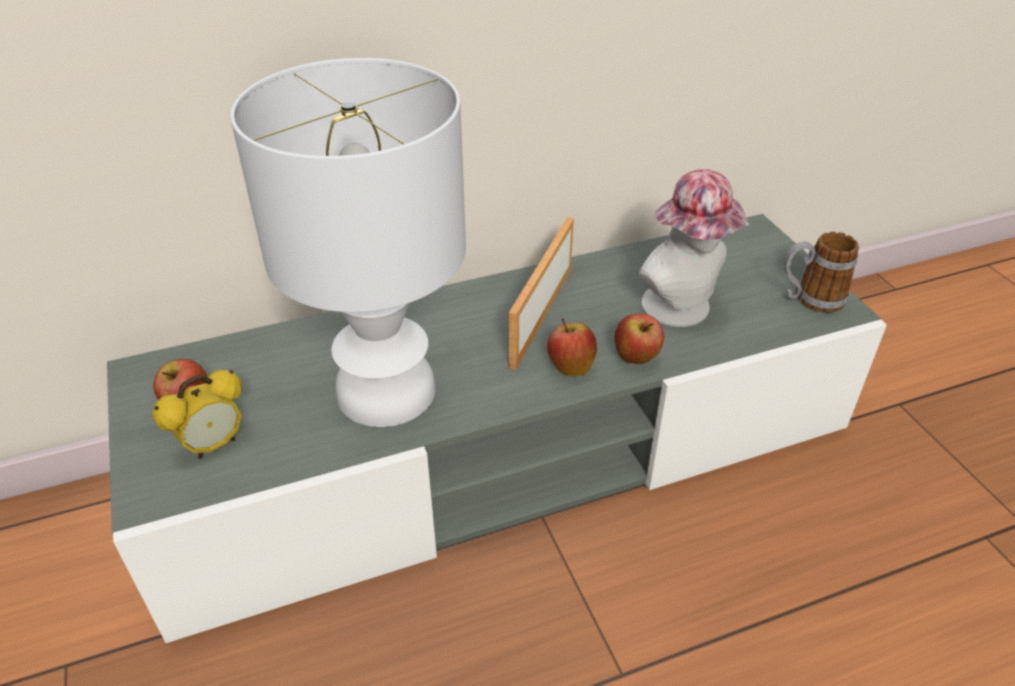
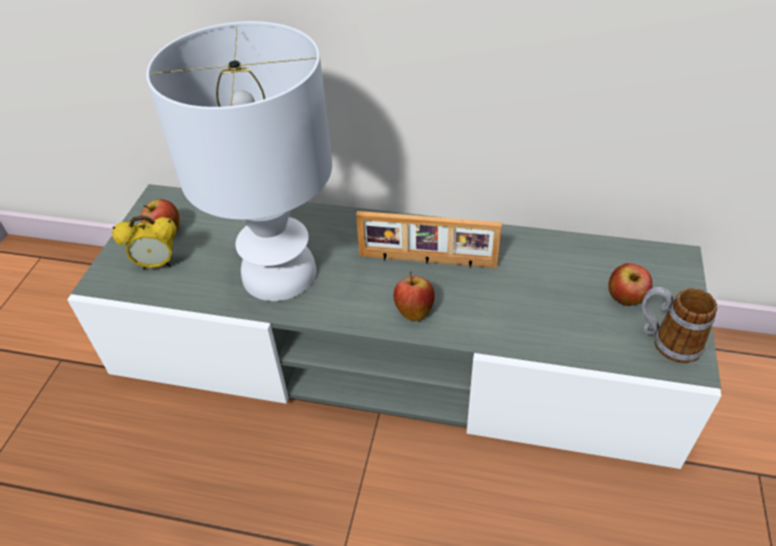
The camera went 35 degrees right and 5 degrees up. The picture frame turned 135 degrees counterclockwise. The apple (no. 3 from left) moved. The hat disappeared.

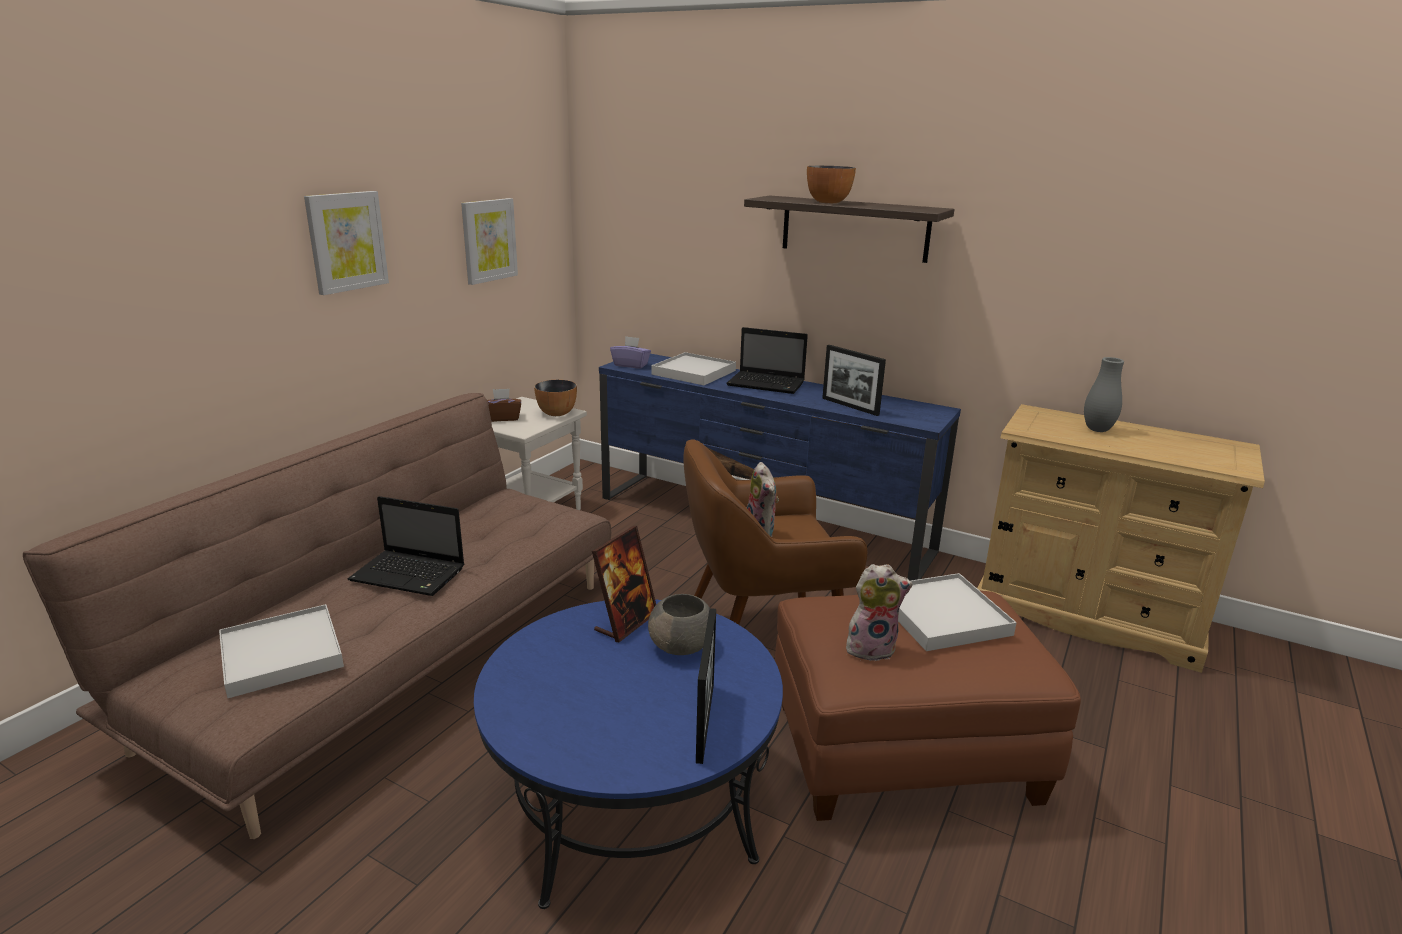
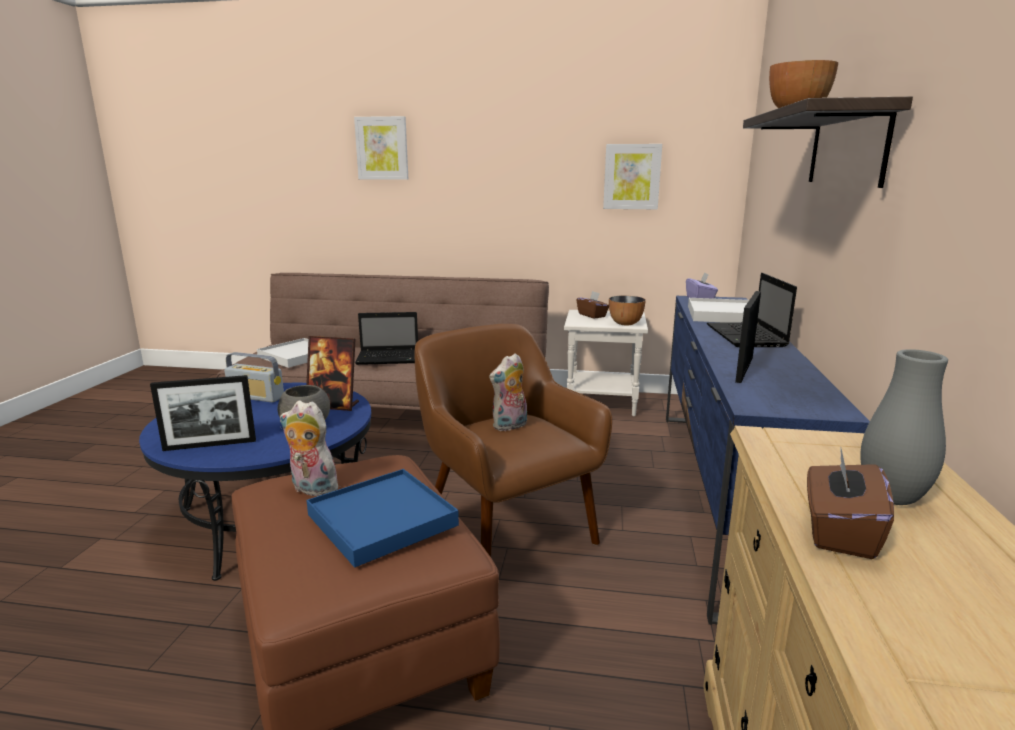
The camera went 70 degrees right and 5 degrees down. The radio appeared. The plush toy (no. 2 from left in the first image) turned 135 degrees clockwise. The white tray (no. 3 from left) became the blue tray. The picture (no. 1 from left) moved. The laptop (no. 1 from left) turned 90 degrees counterclockwise. The brown tissue box (no. 2 from left) appeared.

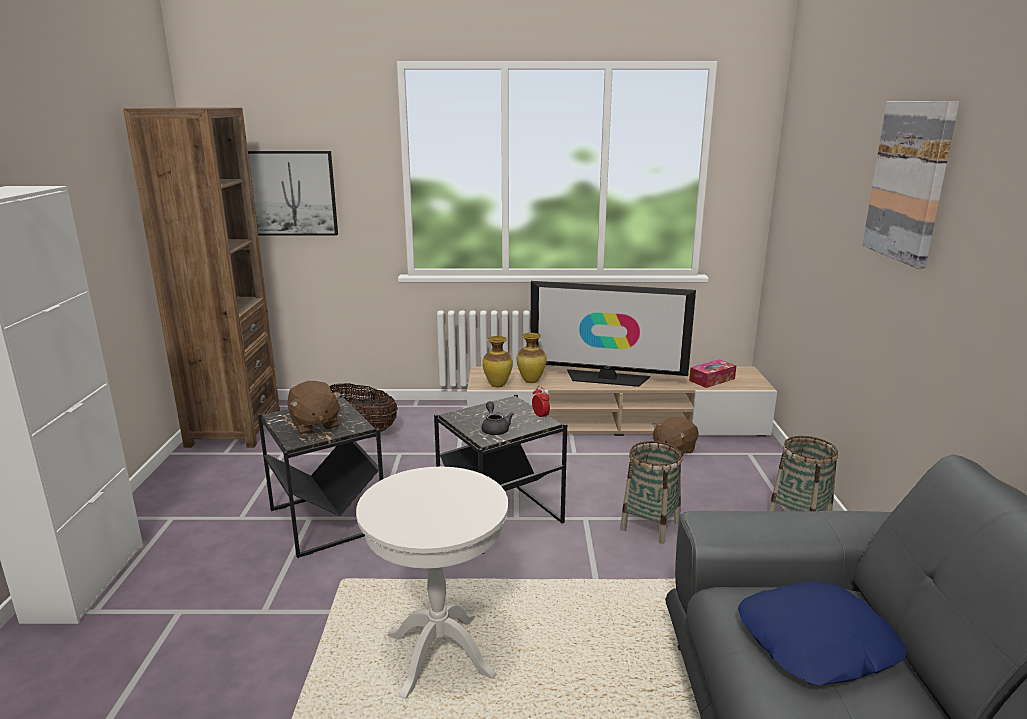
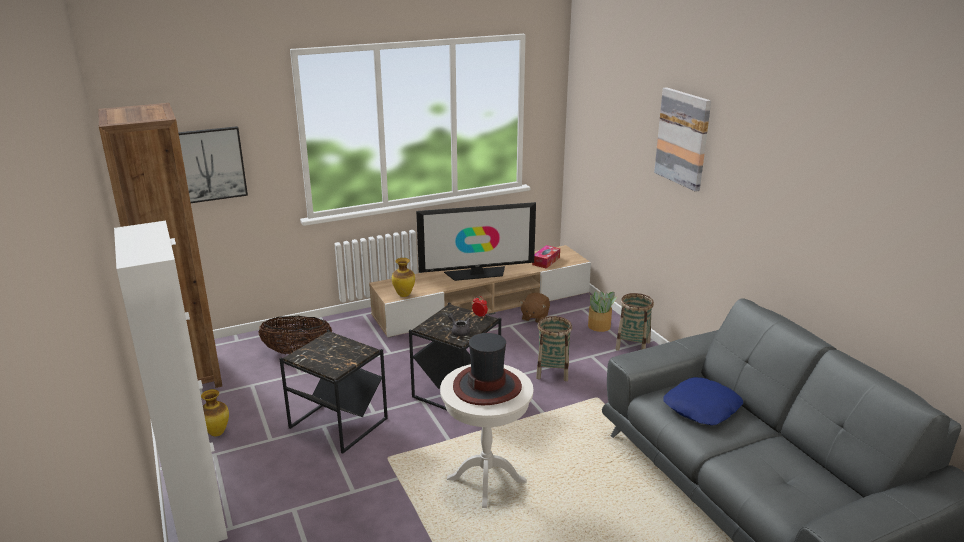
The camera went 25 degrees left and 5 degrees up. The vase (no. 2 from left in the first image) moved. The hat appeared. The potted plant appeared. The brown plush toy (no. 1 from left) disappeared.

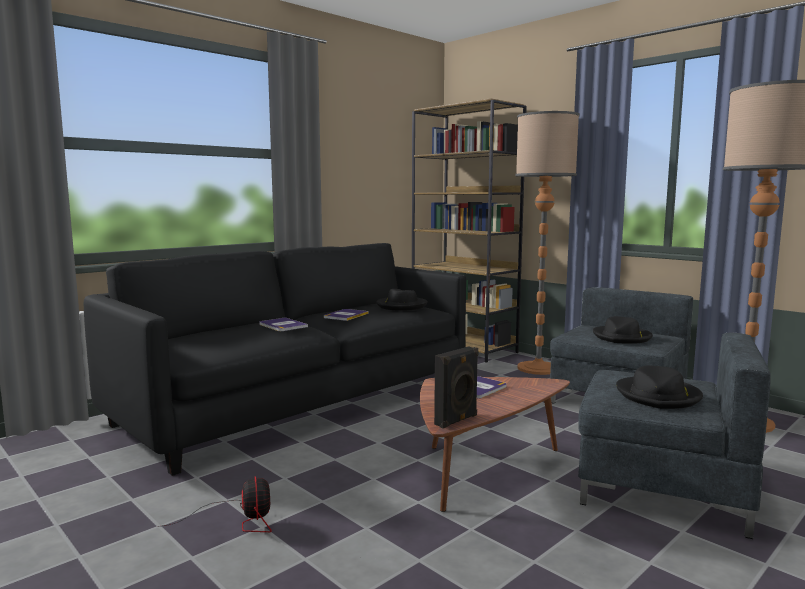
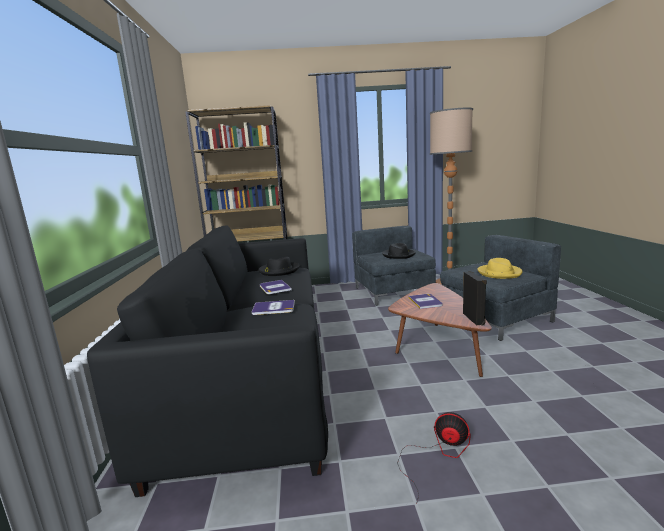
The camera went 50 degrees left and 5 degrees up. The black hat (no. 3 from left) became the yellow hat. The floor lamp (no. 1 from left) disappeared.

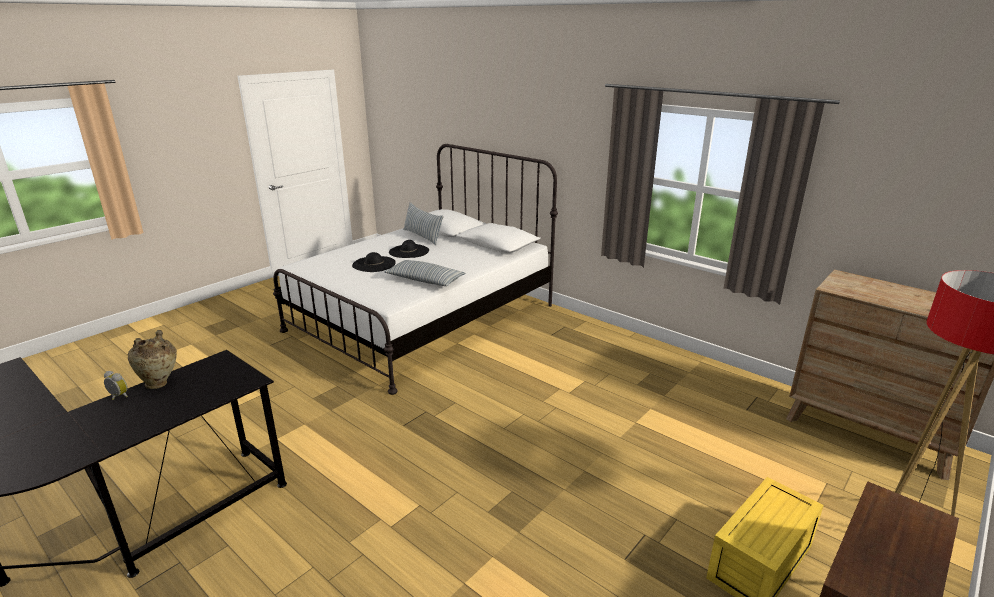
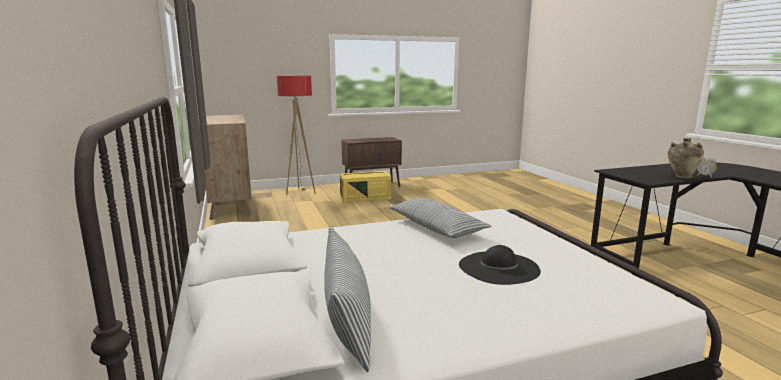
The camera went 150 degrees left and 10 degrees down. The black hat (no. 2 from left) disappeared.

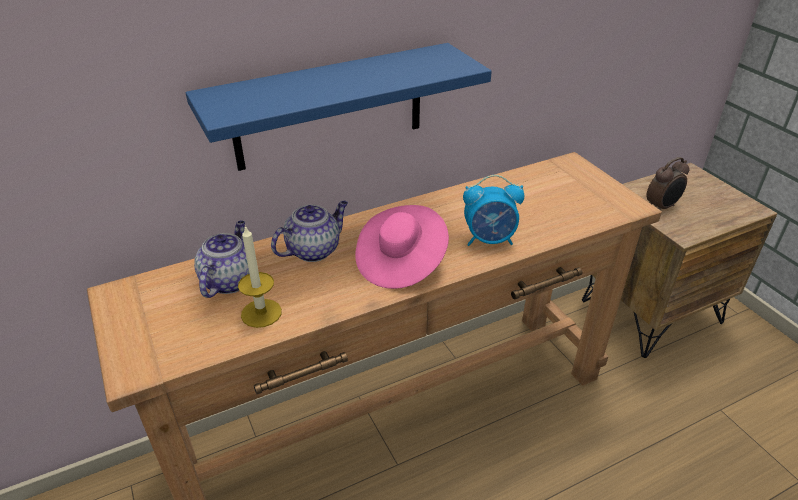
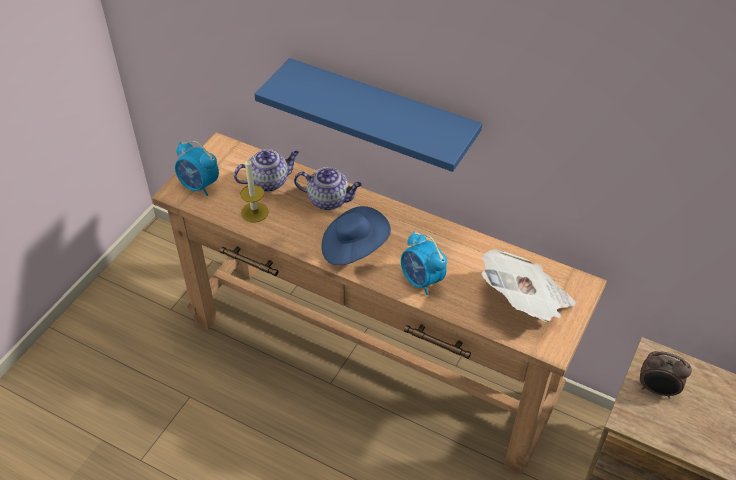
The camera went 55 degrees right and 10 degrees up. The alarm clock (no. 1 from left) appeared. The pink hat became the blue hat. The newspaper appeared.

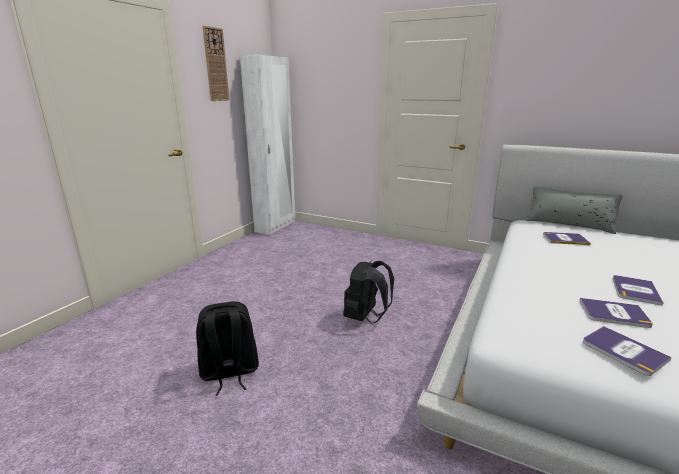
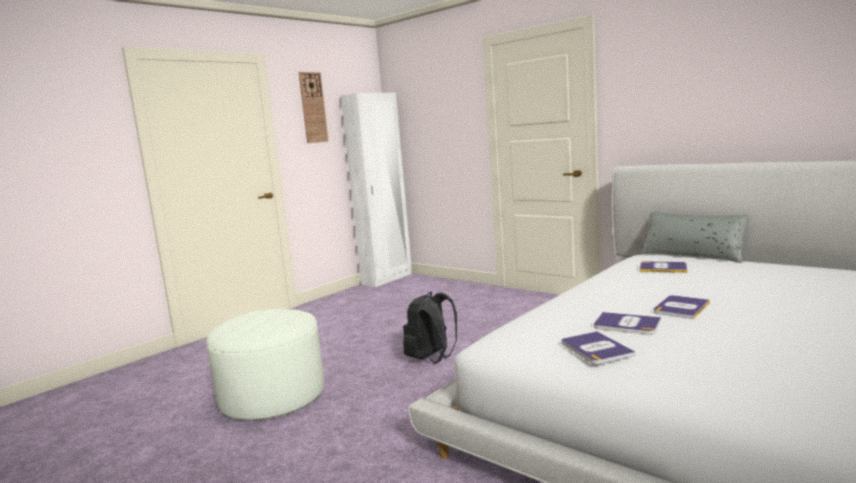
The camera went 15 degrees right and 10 degrees down. The black backpack (no. 1 from left) was replaced by the white ottoman.

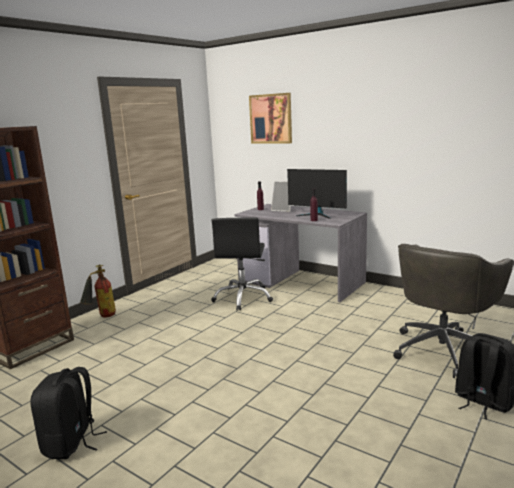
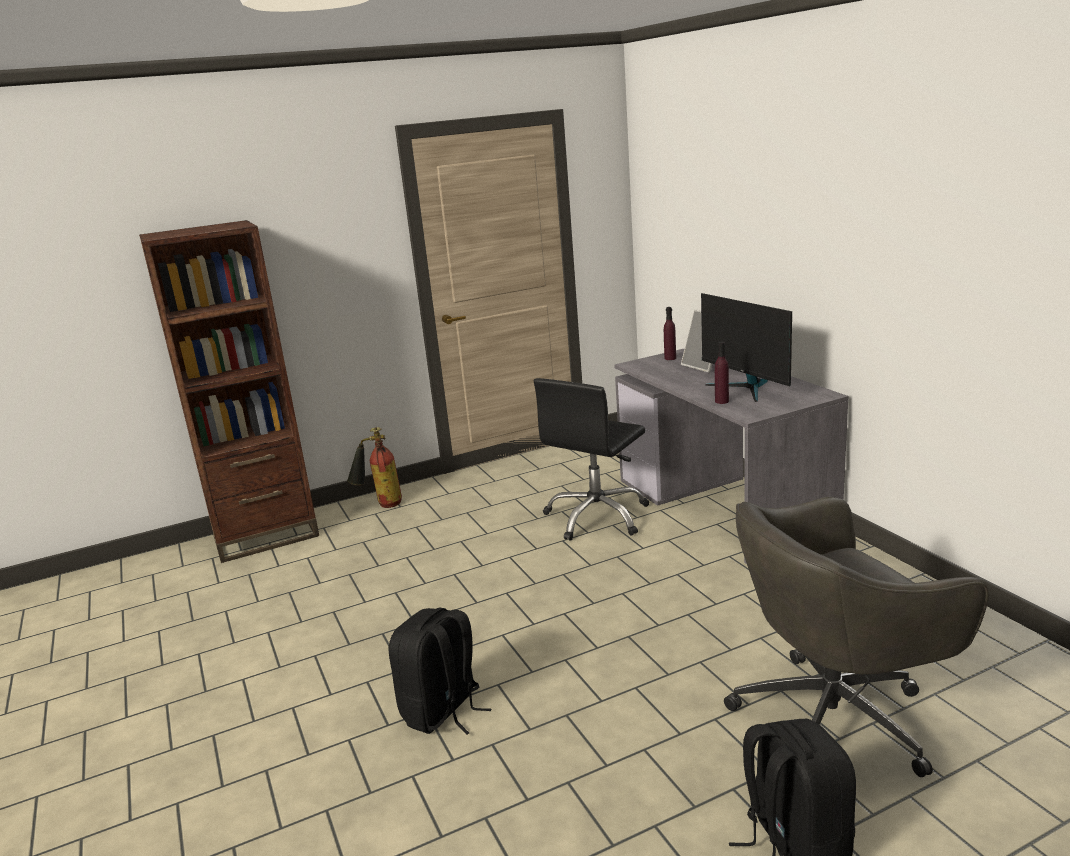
The camera went 30 degrees right and 5 degrees up. The black backpack (no. 1 from left) moved. The picture disappeared.

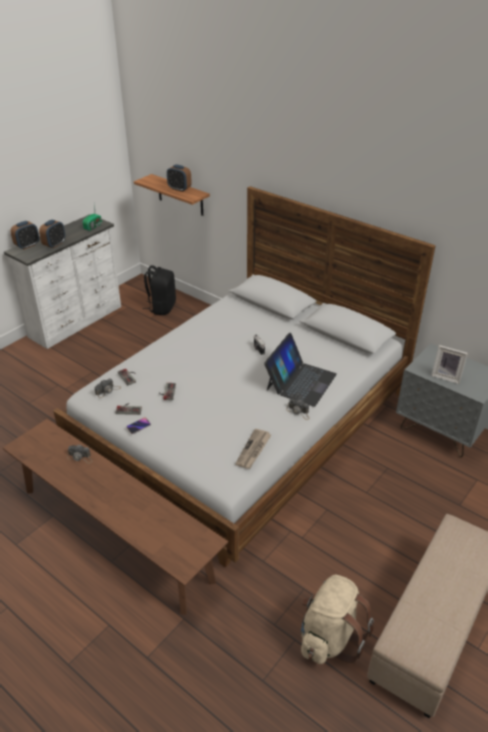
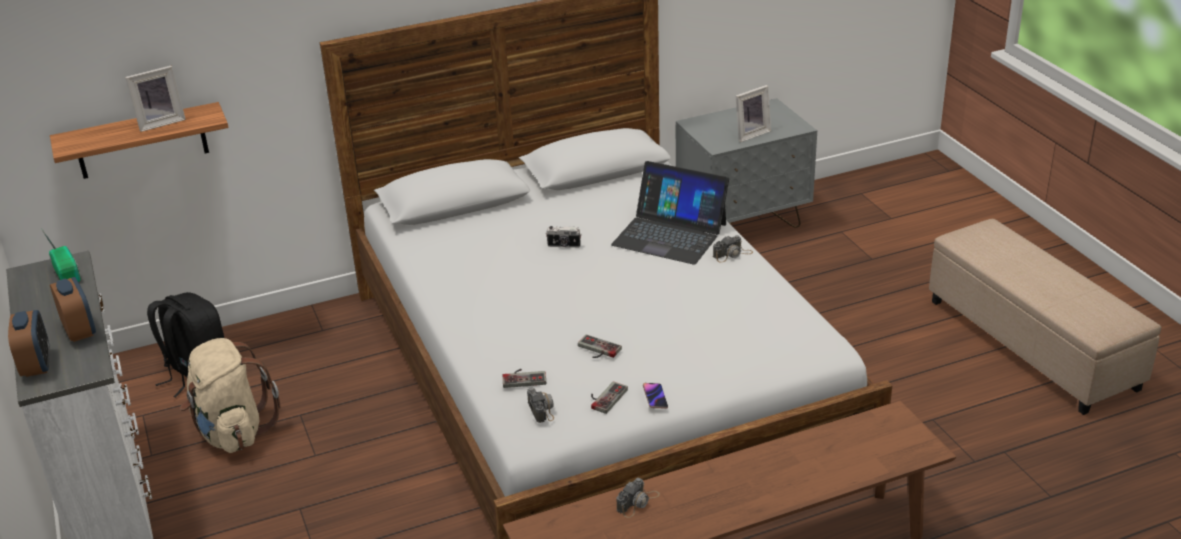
The camera went 60 degrees left and 5 degrees down. The alarm clock (no. 3 from left) was replaced by the picture frame (no. 1 from left). The beige backpack moved. The laptop turned 150 degrees clockwise. The newspaper disappeared.

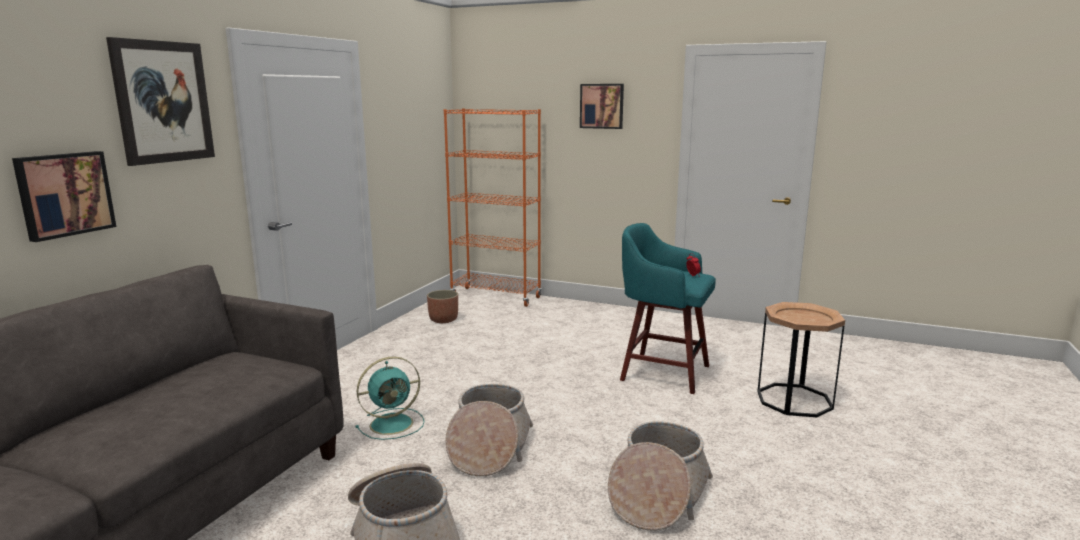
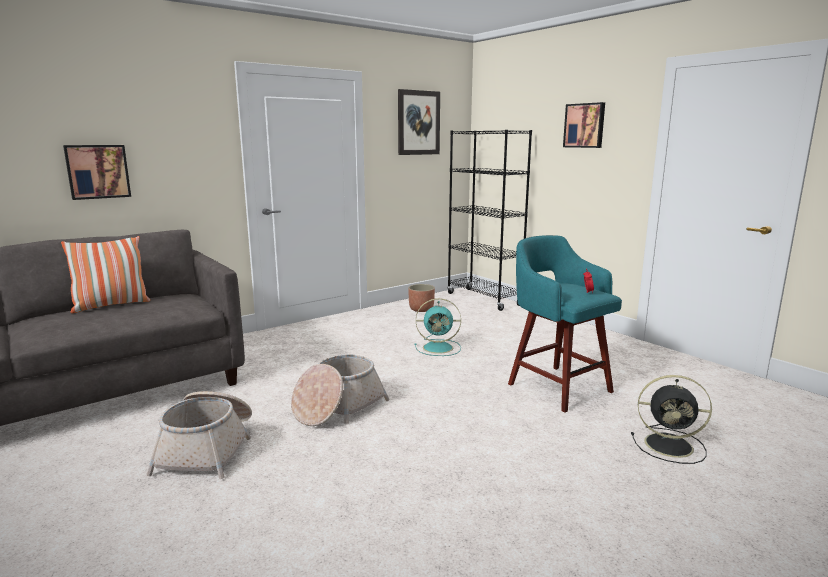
The camera went 30 degrees right and 0 degrees up. The pillow appeared. The picture (no. 2 from left) moved. The turquoise fan moved. The orange bookcase became the black bookcase. The brown side table was replaced by the black fan. The basket (no. 3 from left) disappeared.

